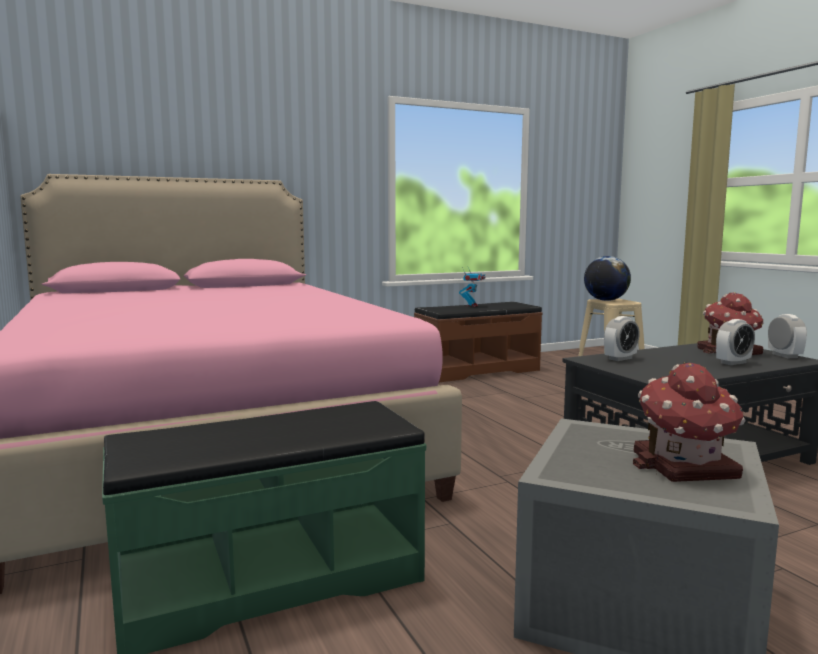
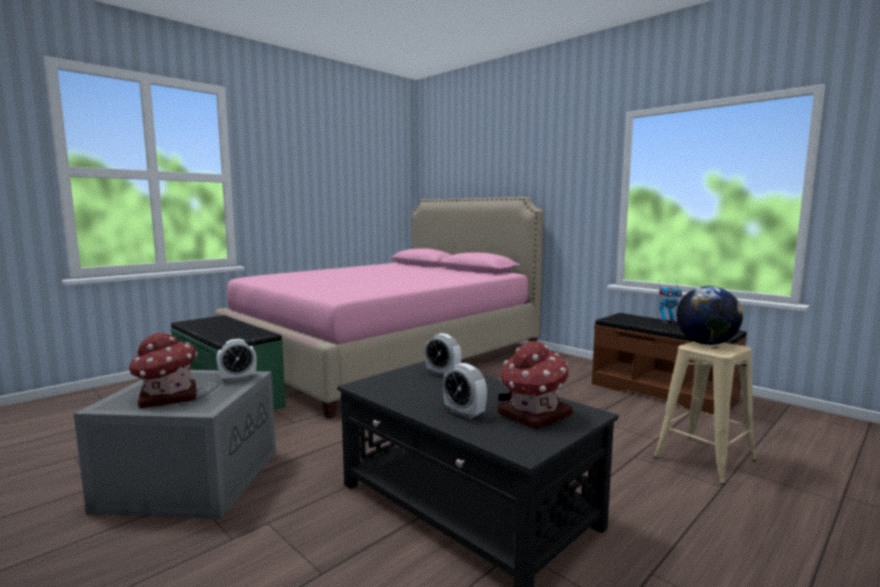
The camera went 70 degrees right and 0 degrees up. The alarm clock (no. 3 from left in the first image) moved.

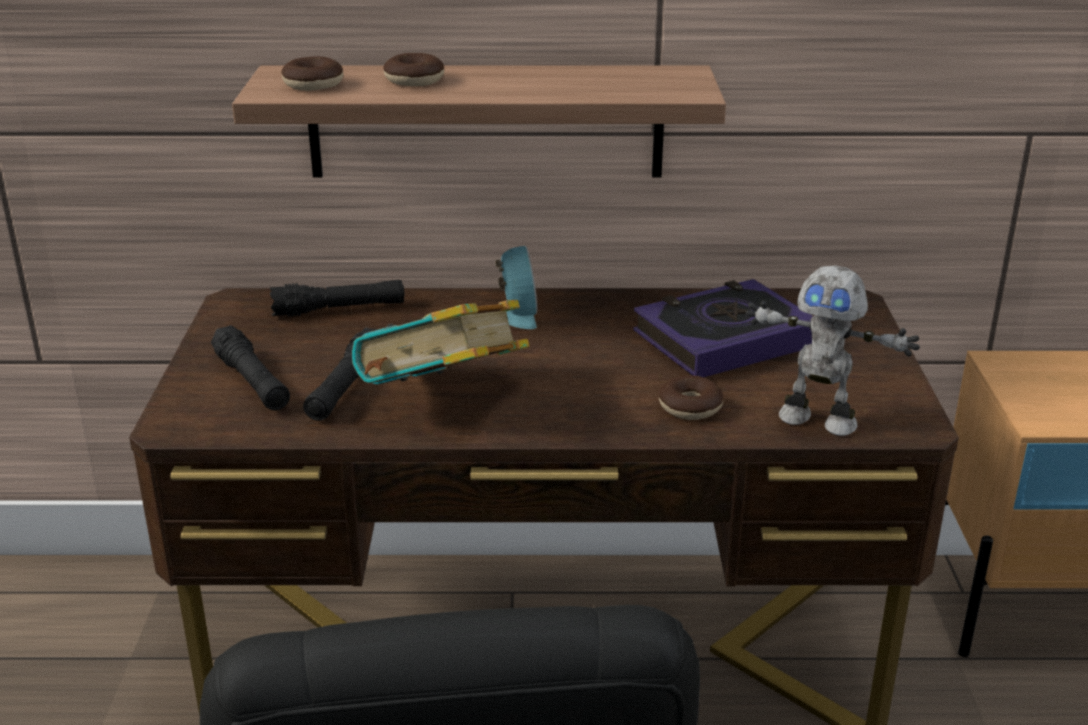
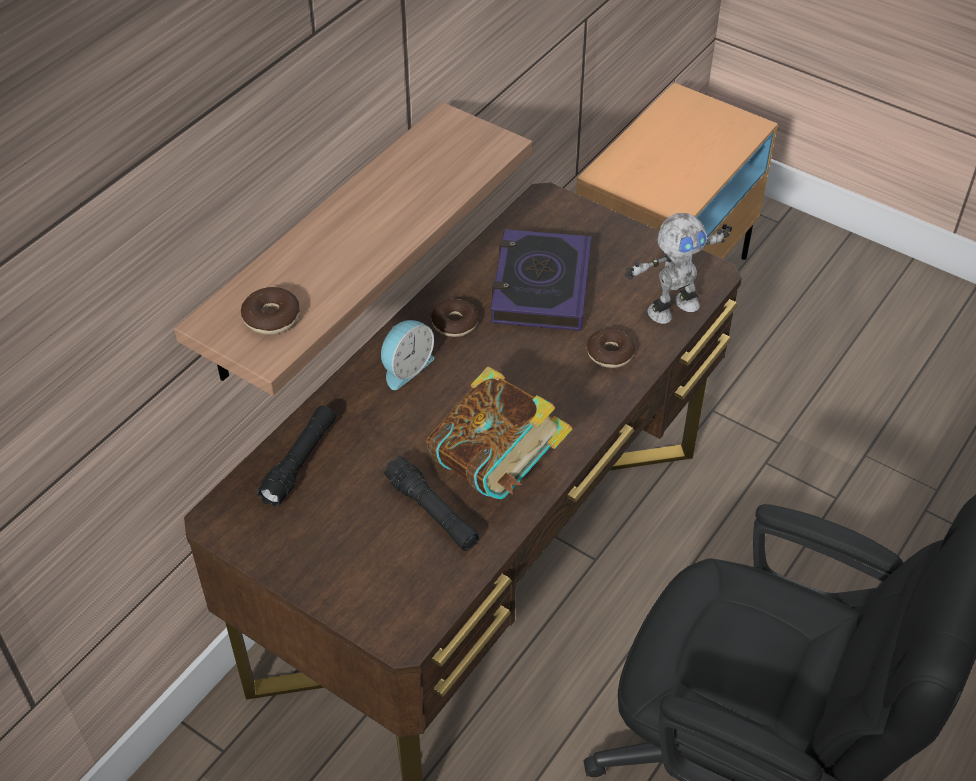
The camera went 55 degrees left and 20 degrees up. The alarm clock turned 105 degrees clockwise. The donut (no. 2 from left) moved. The black flashlight (no. 1 from left) disappeared.

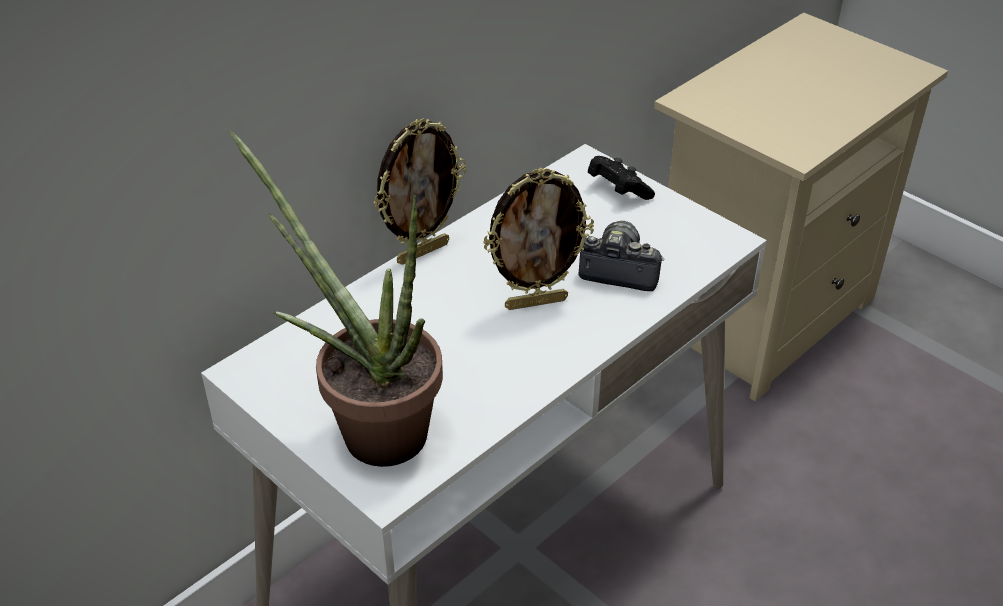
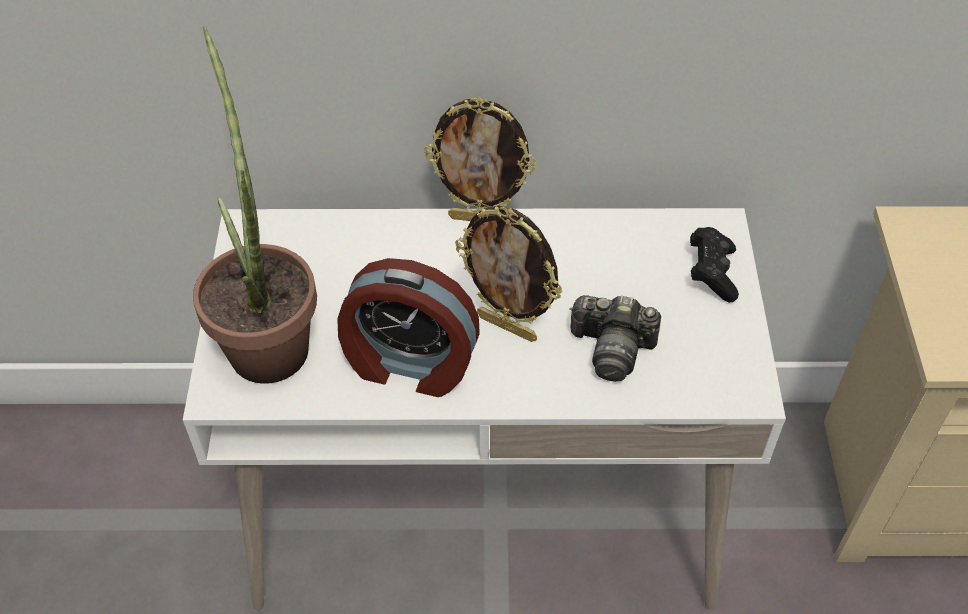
The camera went 45 degrees right and 10 degrees up. The alarm clock appeared. The photo camera turned 135 degrees clockwise.

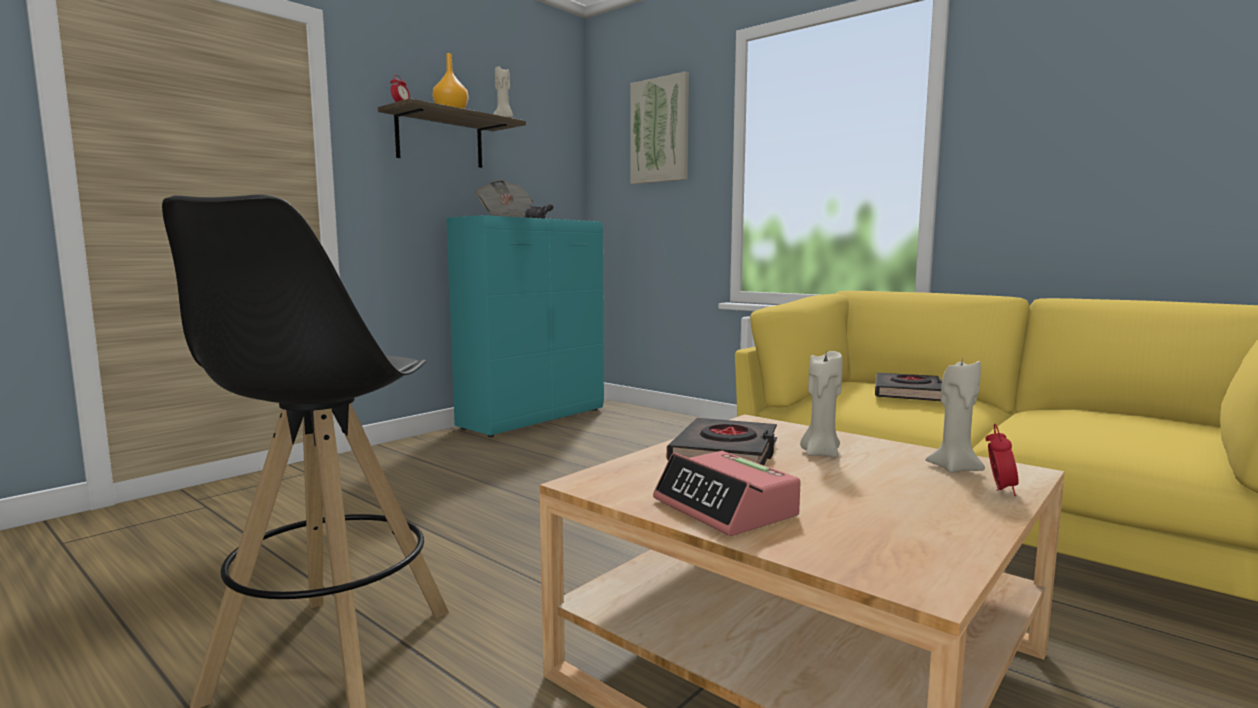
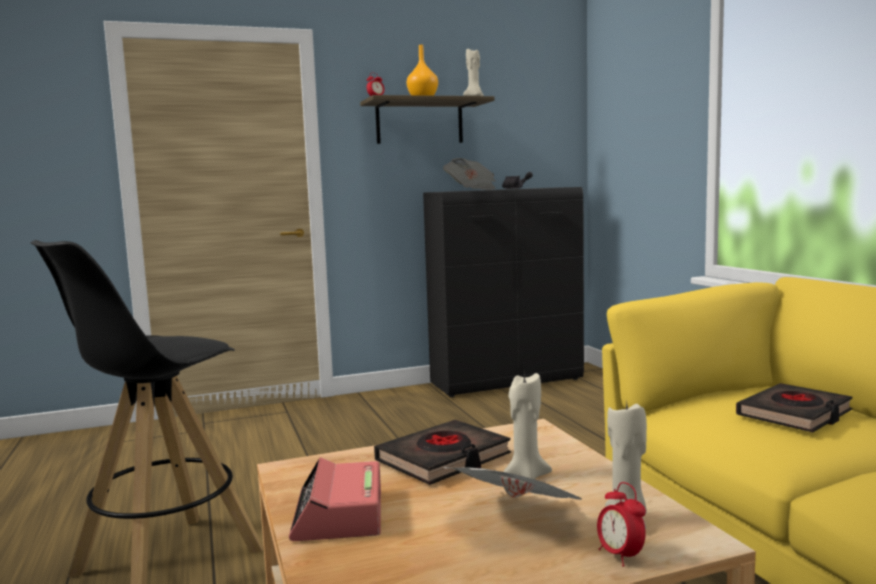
The camera went 30 degrees right and 0 degrees up. The turquoise cabinet became the black cabinet. The newspaper (no. 2 from left) appeared. The alarm clock (no. 3 from left) turned 105 degrees clockwise. The picture disappeared.

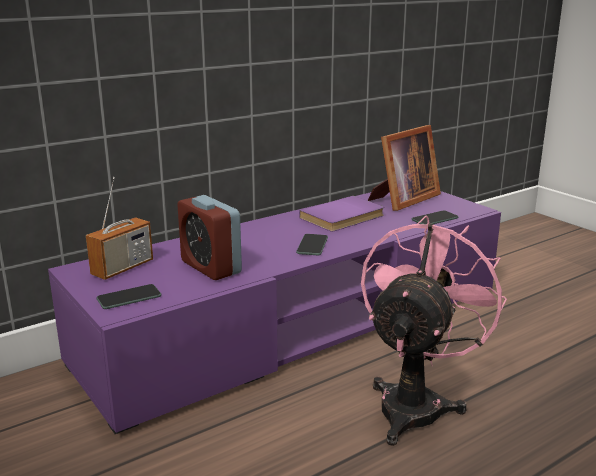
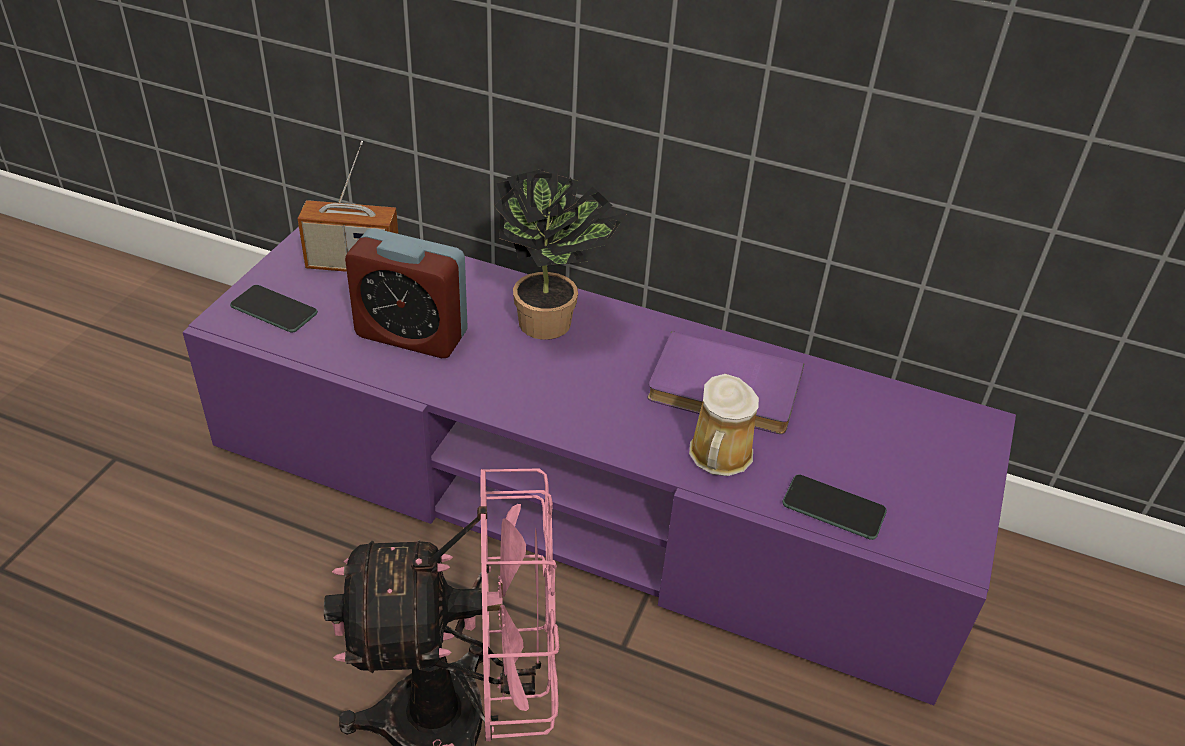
The camera went 55 degrees right and 20 degrees up. The alarm clock turned 90 degrees counterclockwise. The potted plant appeared. The mug appeared. The phone (no. 2 from left) disappeared. The picture frame disappeared.

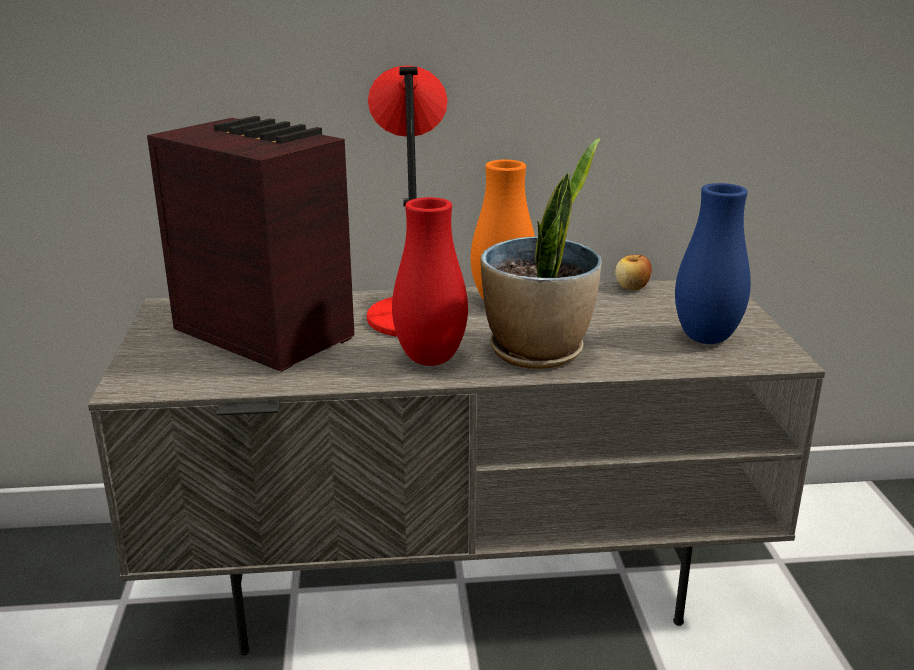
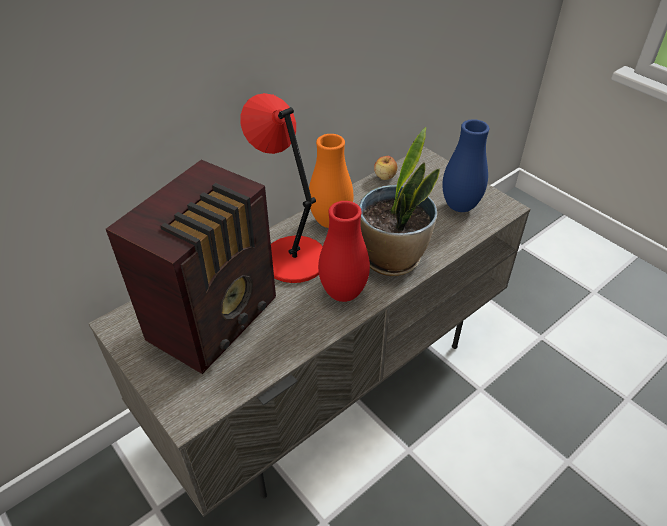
The camera went 35 degrees left and 20 degrees up. The radio turned 120 degrees clockwise.

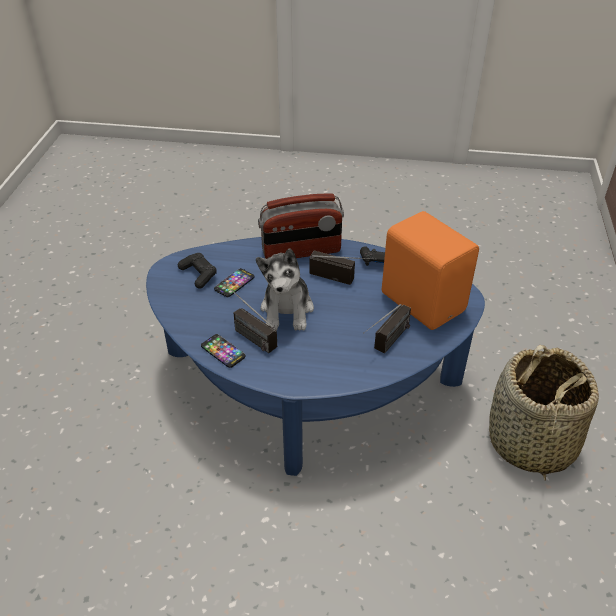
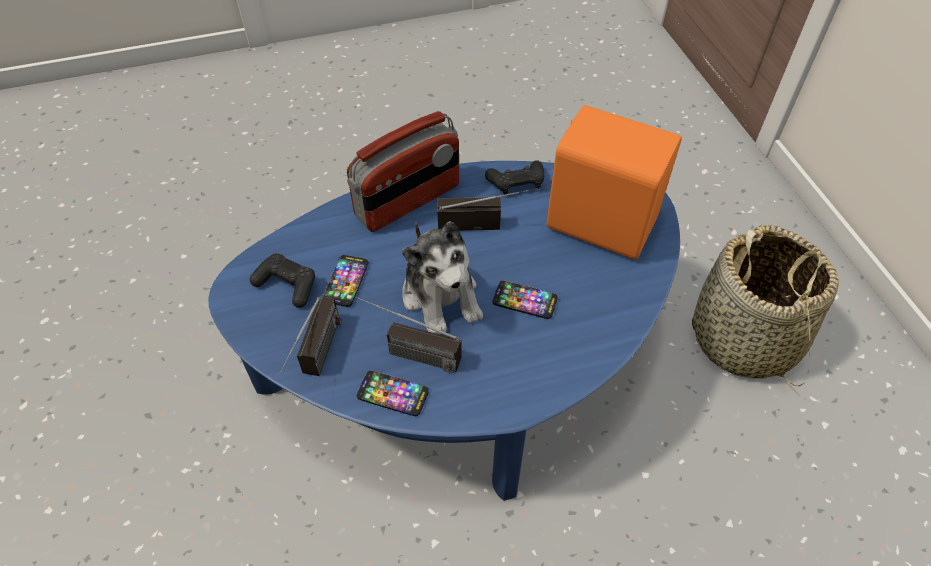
The camera went 25 degrees left and 10 degrees up. The radio (no. 4 from left in the first image) moved. The phone (no. 3 from left) appeared.

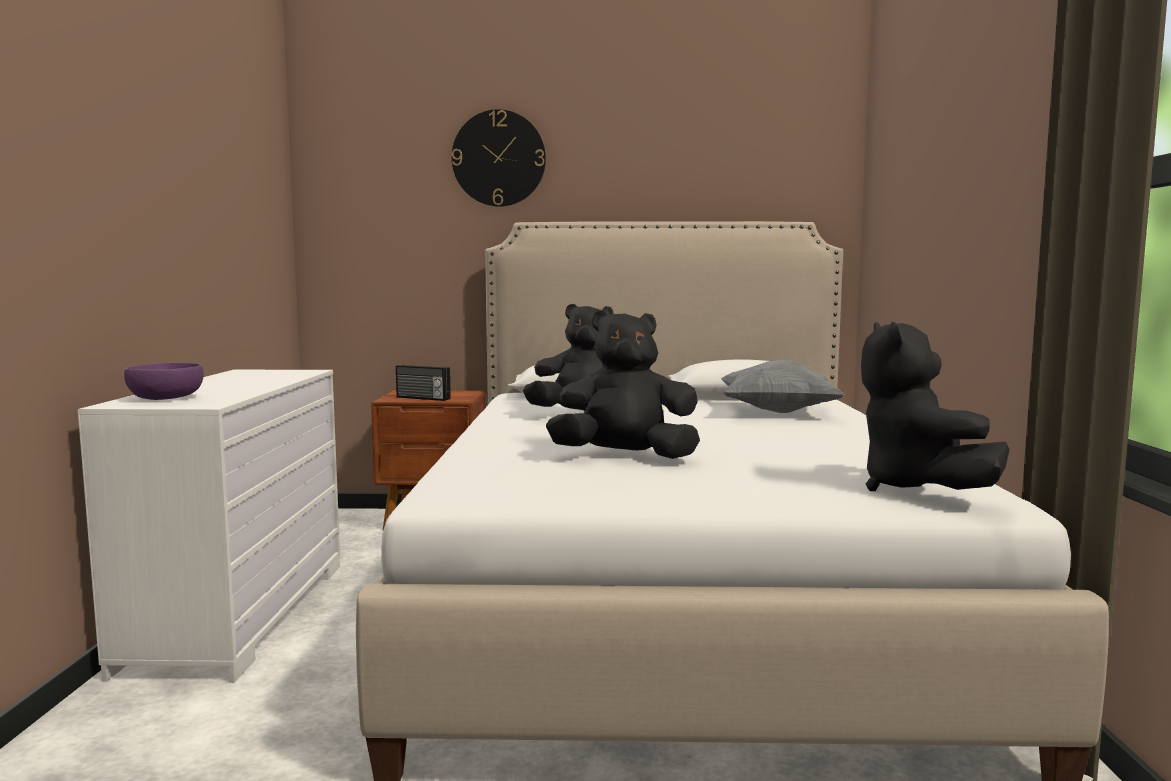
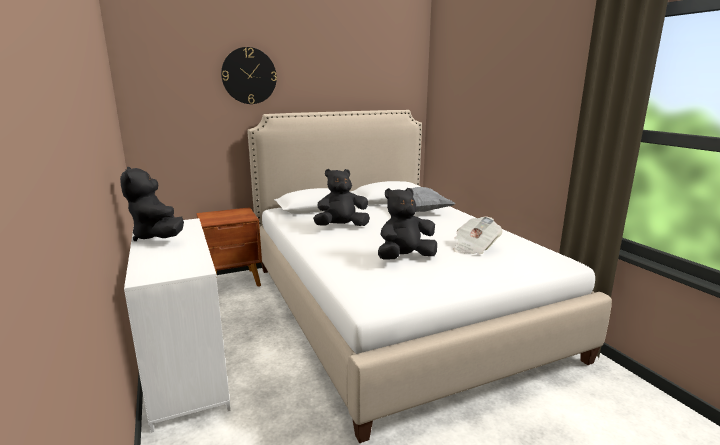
The camera went 25 degrees left and 10 degrees up. The black plush toy (no. 3 from left in the first image) moved. The newspaper appeared. The purple bowl disappeared. The radio disappeared.

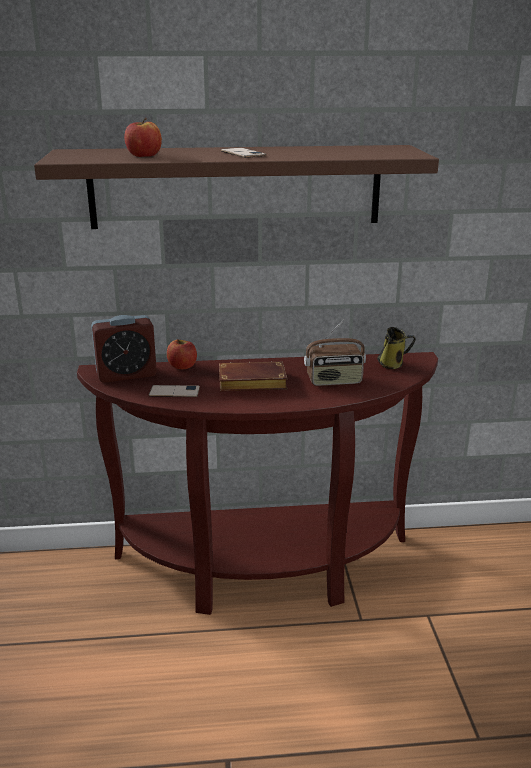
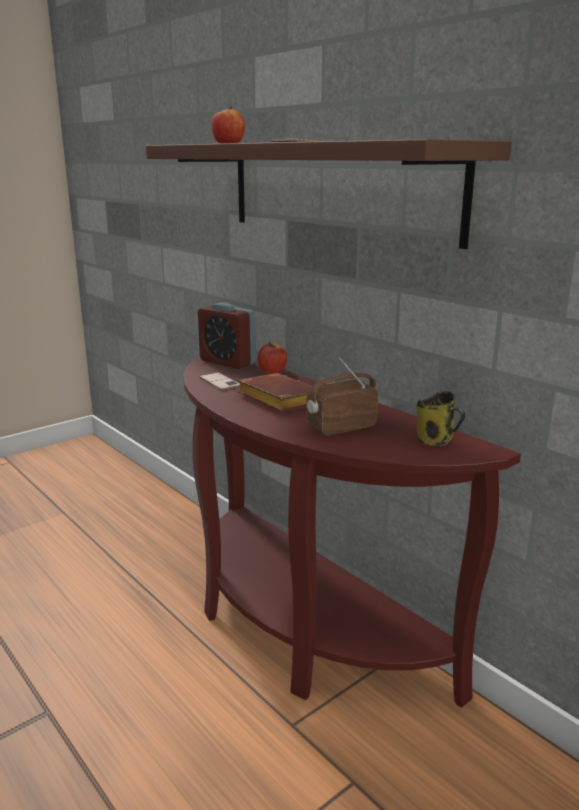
The camera went 55 degrees right and 5 degrees down. The radio turned 105 degrees clockwise.

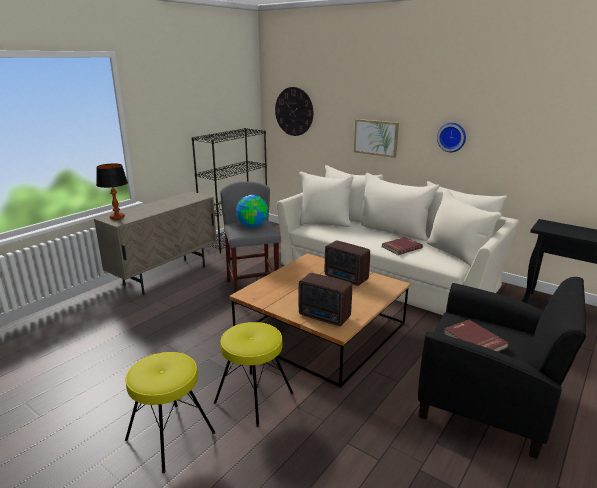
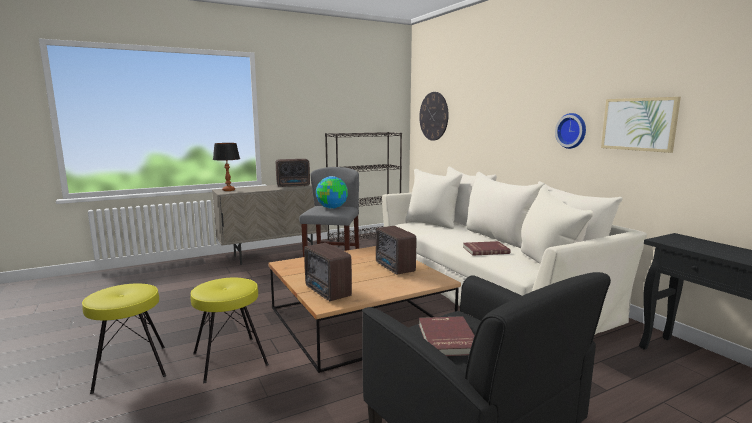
The camera went 25 degrees right and 10 degrees down. The radio (no. 1 from left) appeared. The picture moved.

